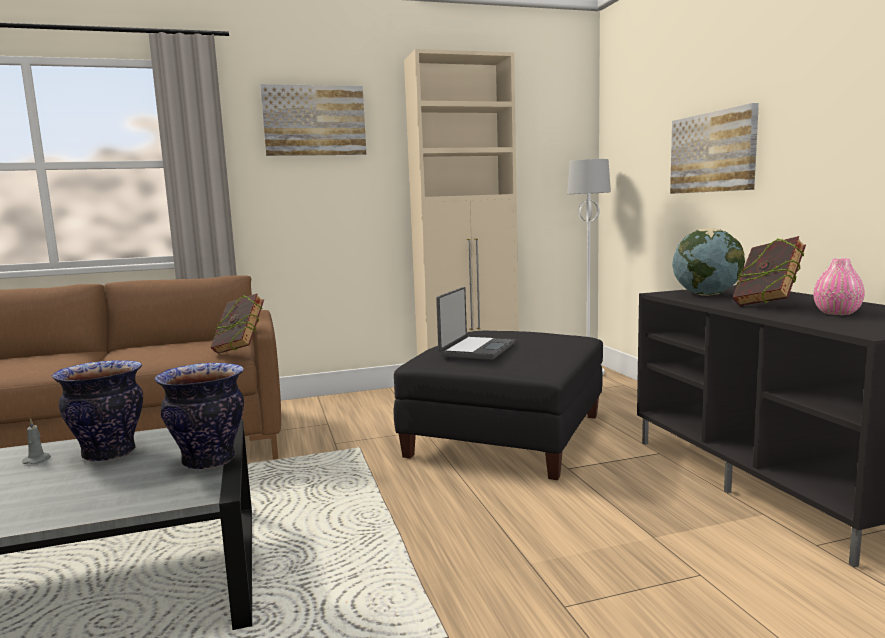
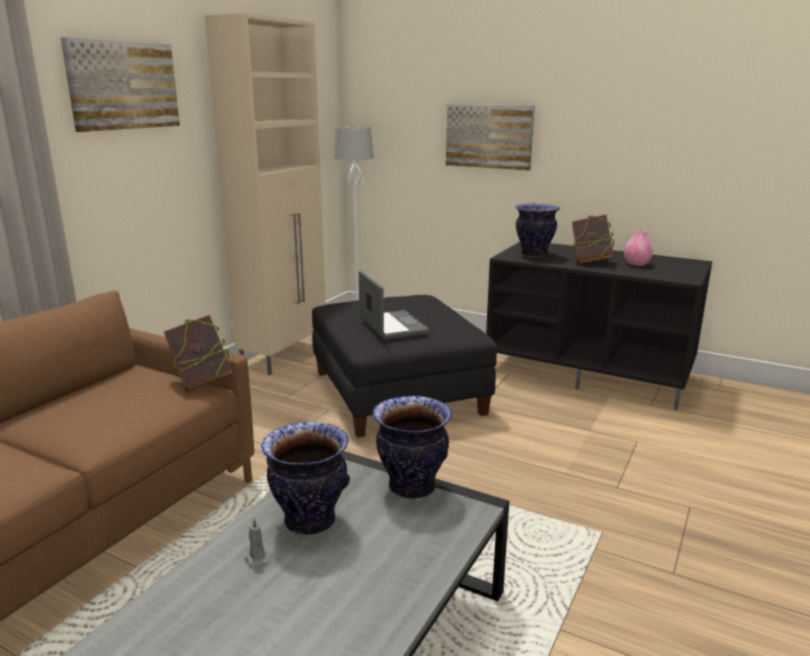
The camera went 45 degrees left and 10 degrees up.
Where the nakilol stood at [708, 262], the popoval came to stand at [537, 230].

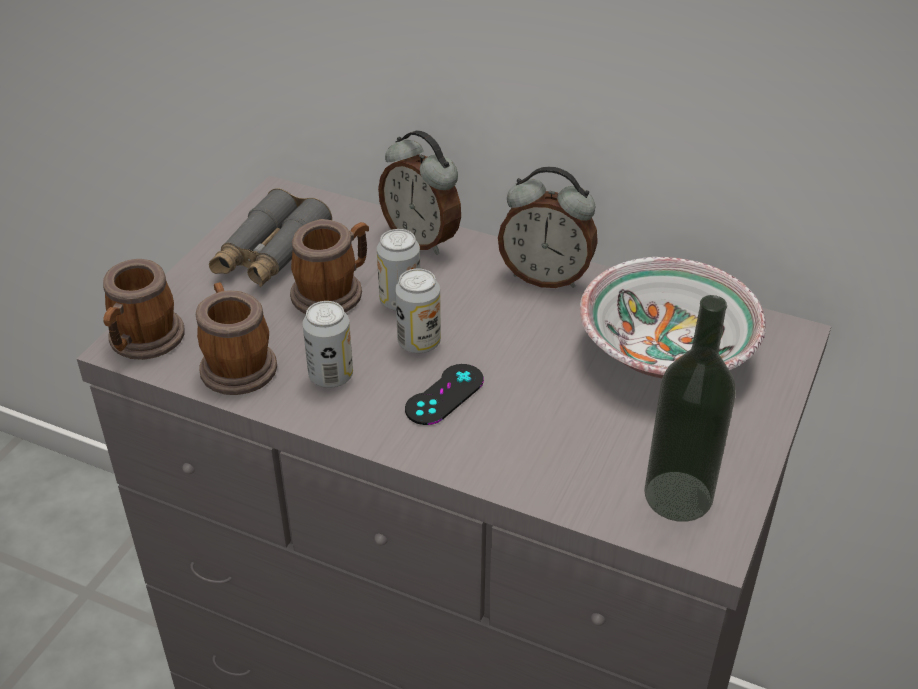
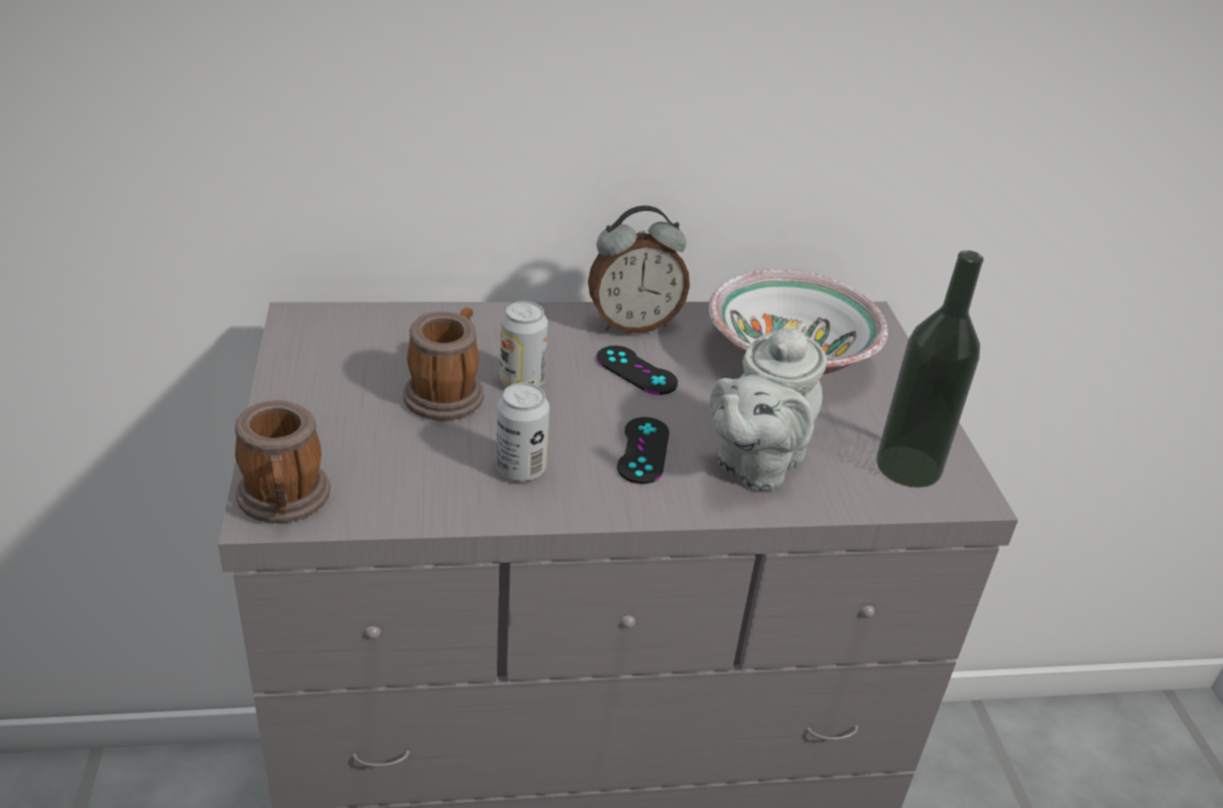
The camera went 35 degrees left and 5 degrees down.
The second view lost the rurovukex at [236, 338].
The second view lost the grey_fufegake at [270, 237].
The second view lost the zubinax at [419, 192].
The second view lost the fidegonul at [418, 311].
The second view gained the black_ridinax at [637, 370].
The second view gained the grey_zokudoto at [768, 406].

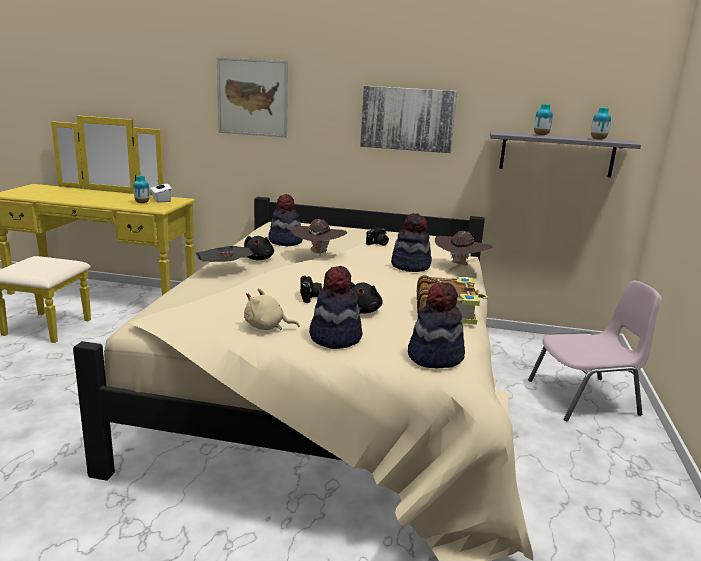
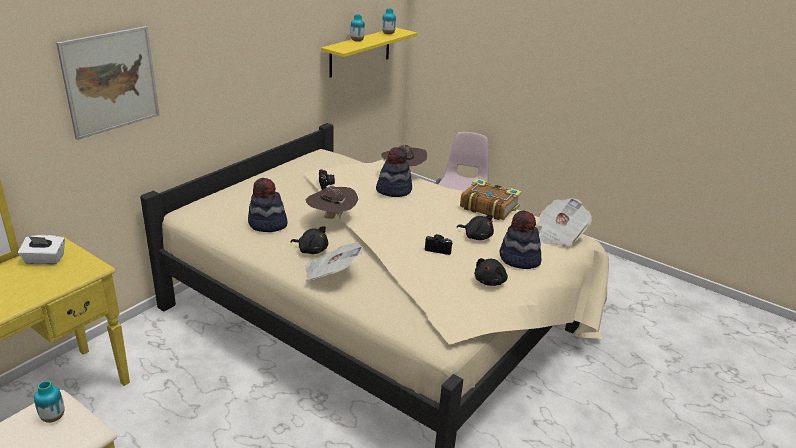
The camera went 65 degrees left and 10 degrees up.
The second view lost the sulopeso at [408, 119].
The popoval ended up elsewhere, having gone from [141, 189] to [49, 402].
Where the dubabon stood at [436, 325], the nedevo came to stand at [564, 222].
What was the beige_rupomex at [272, 309] turned into the black_rupomex at [491, 272].
What was the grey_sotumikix at [565, 154] turned into the yellow_sotumikix at [369, 53].

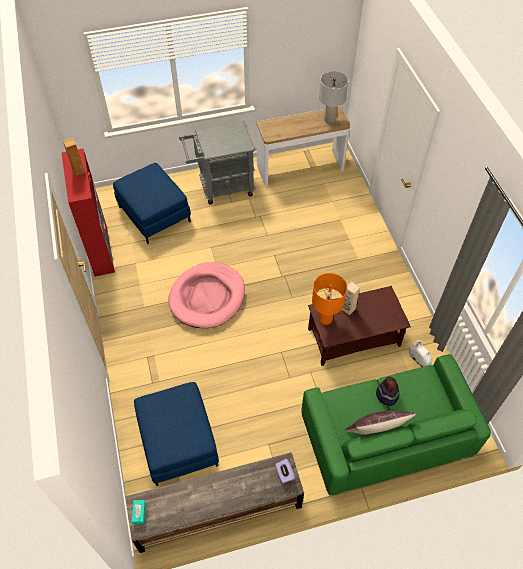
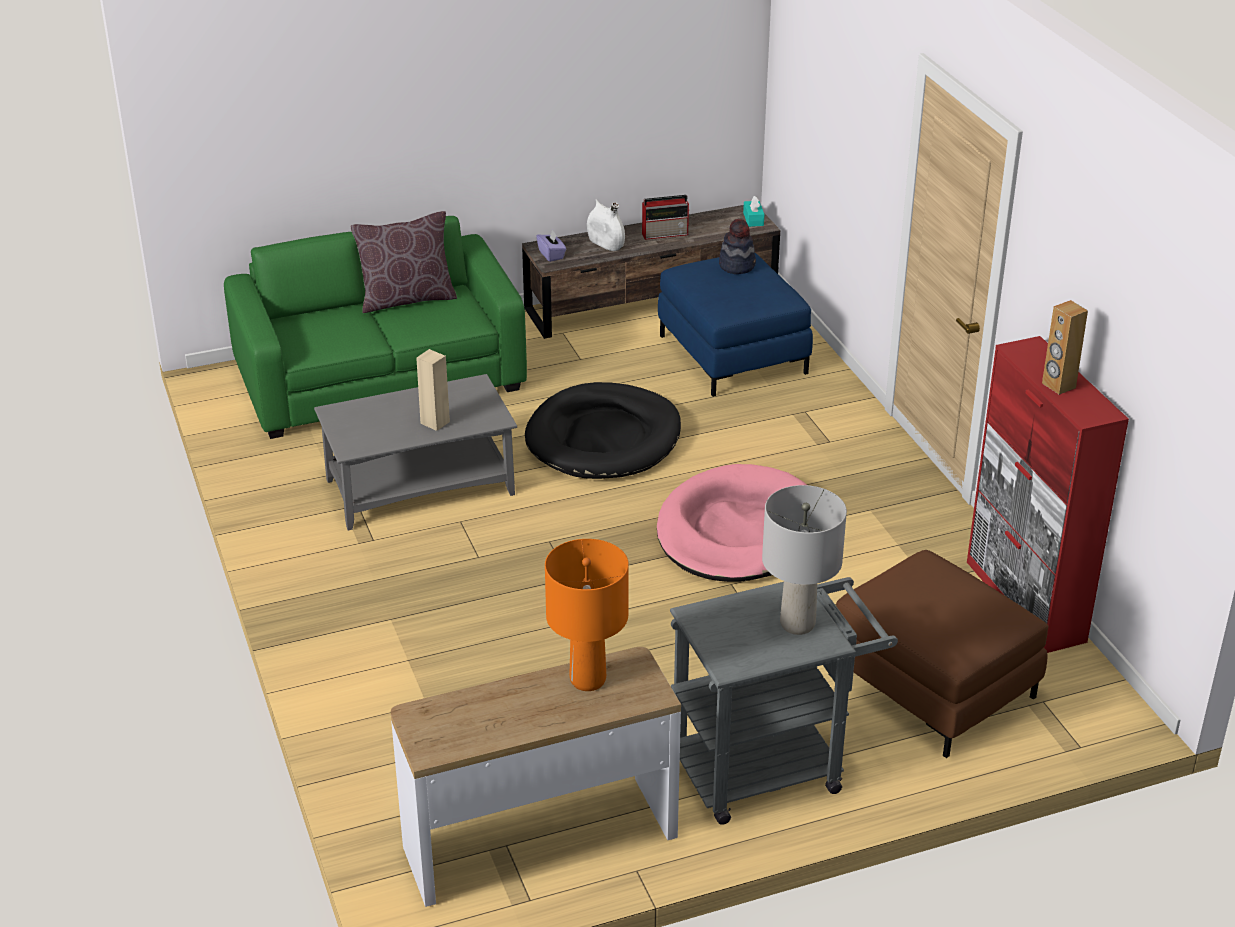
The camera went 175 degrees right and 20 degrees down.
The second view gained the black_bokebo at [603, 430].
The second view gained the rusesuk at [666, 217].
The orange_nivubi ended up elsewhere, having gone from [329, 299] to [587, 615].
The grey_nivubi ended up elsewhere, having gone from [333, 97] to [804, 560].
The dubabon ended up elsewhere, having gone from [387, 391] to [737, 246].
The white_popoval ended up elsewhere, having gone from [420, 353] to [606, 225].
What was the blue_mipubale at [152, 203] turned into the brown_mipubale at [938, 654].
What was the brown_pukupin at [359, 326] turned into the grey_pukupin at [415, 452].

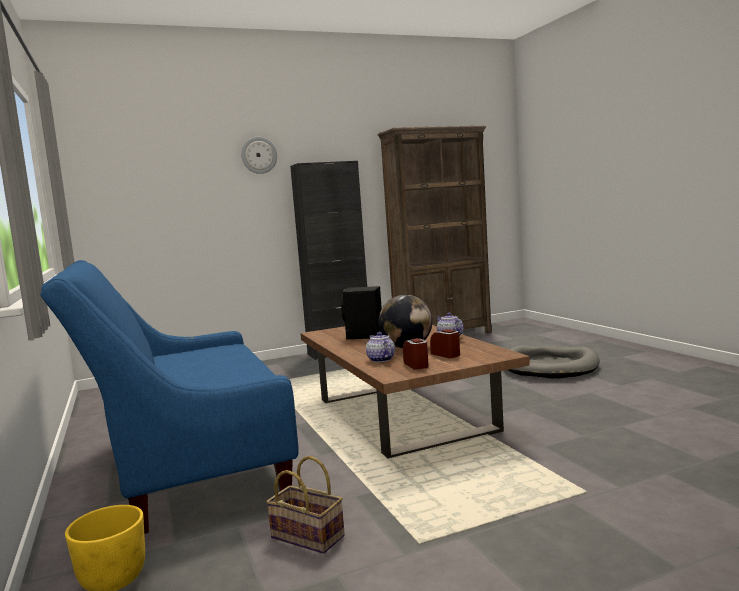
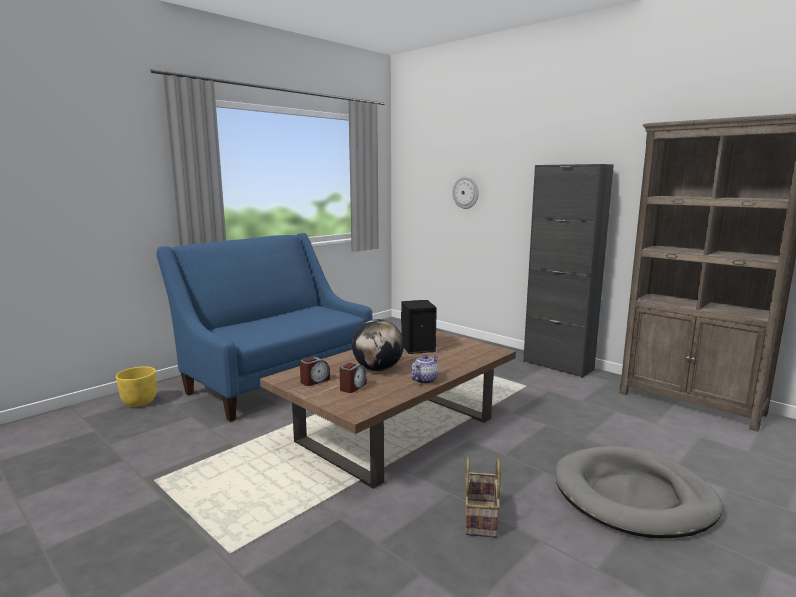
The camera went 65 degrees right and 5 degrees up.
The second view lost the zokudoto at [380, 347].
The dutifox ended up elsewhere, having gone from [259, 155] to [466, 192].
The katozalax ended up elsewhere, having gone from [305, 505] to [482, 497].

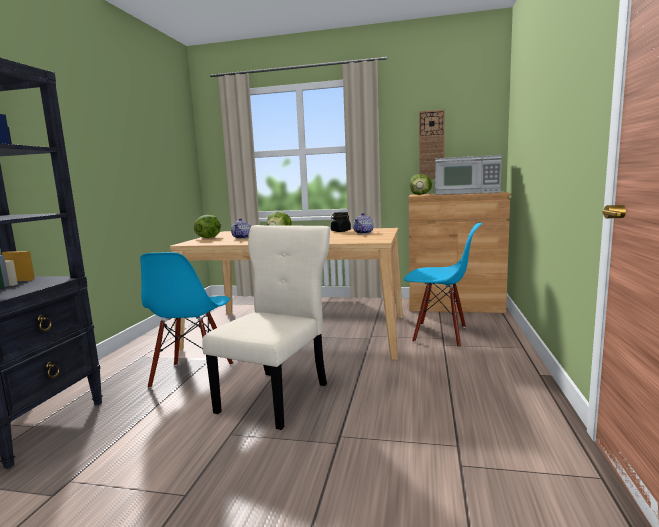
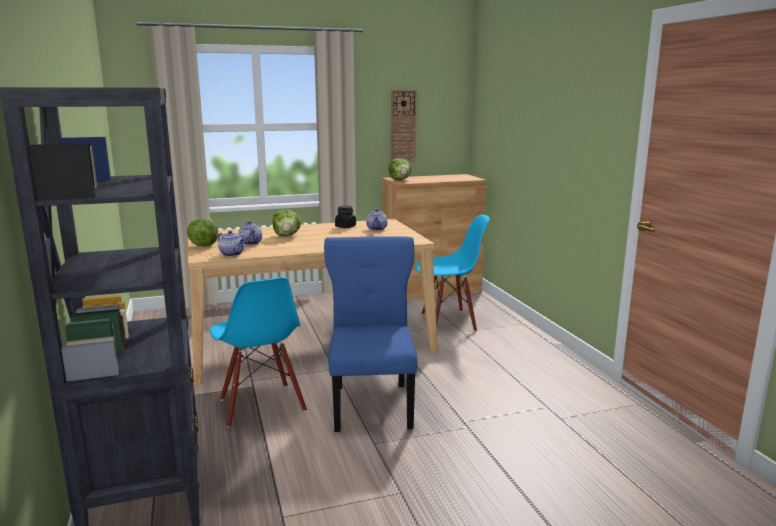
The camera went 30 degrees left and 5 degrees up.
The second view lost the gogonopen at [468, 175].
The second view gained the zokudoto at [231, 243].
What was the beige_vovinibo at [266, 327] turned into the blue_vovinibo at [371, 334].

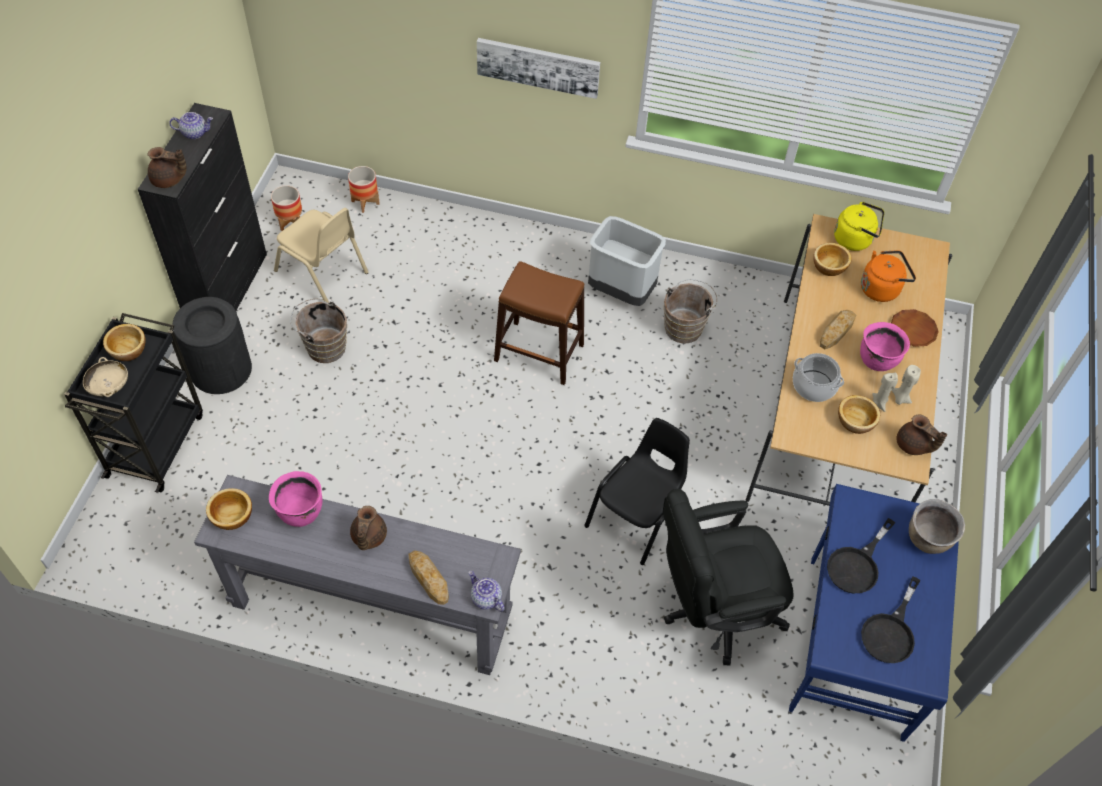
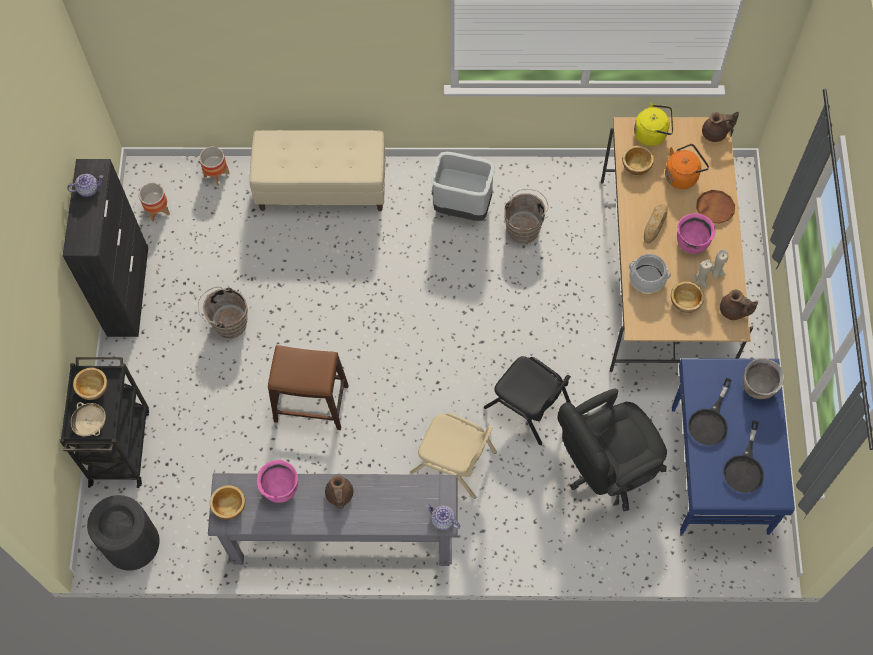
The camera went 10 degrees left and 10 degrees up.
The second view lost the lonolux at [429, 577].
The second view lost the sulopeso at [538, 68].
The second view gained the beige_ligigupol at [318, 170].
The brown_zokudoto ended up elsewhere, having gone from [166, 167] to [720, 127].
The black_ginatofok ended up elsewhere, having gone from [212, 345] to [123, 532].
The beige_vovinibo ended up elsewhere, having gone from [321, 255] to [453, 456].
The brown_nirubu ended up elsewhere, having gone from [539, 323] to [308, 387].
The black_vovinibo at [637, 491] ended up facing another way, 105 degrees clockwise from before.

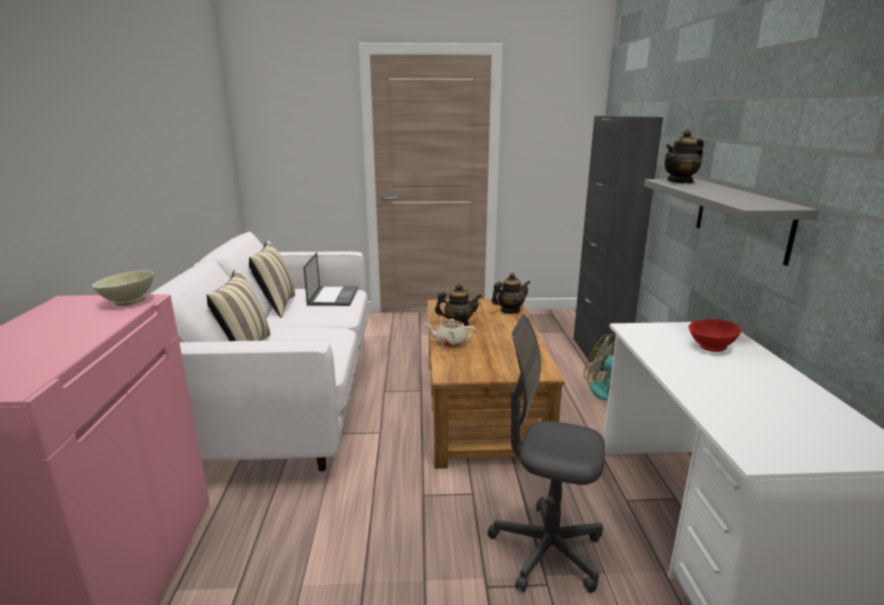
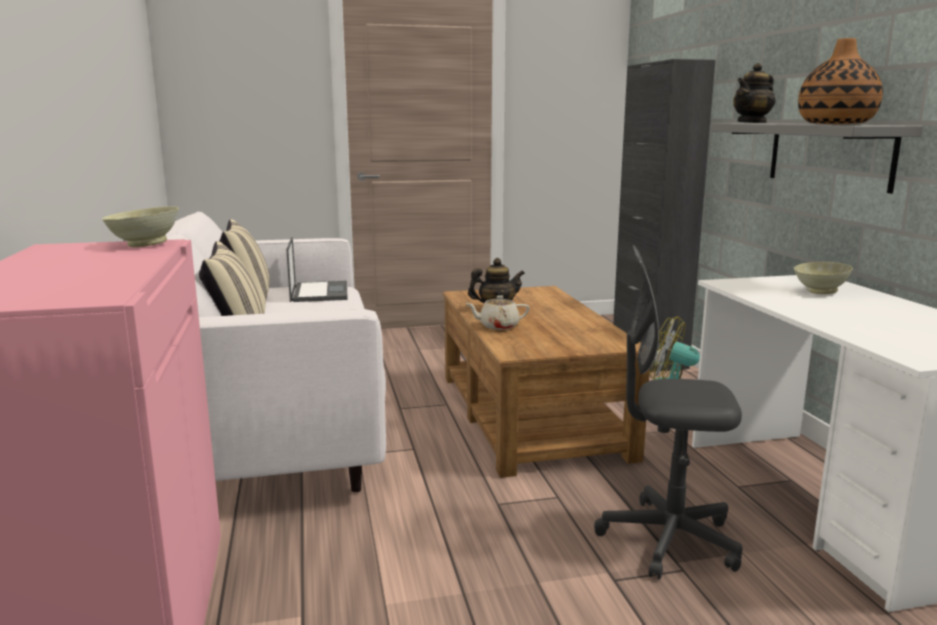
The camera went 10 degrees left and 5 degrees down.
The second view lost the zokudoto at [510, 293].
The second view gained the popoval at [840, 81].
What was the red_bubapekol at [715, 335] turned into the beige_bubapekol at [823, 278].

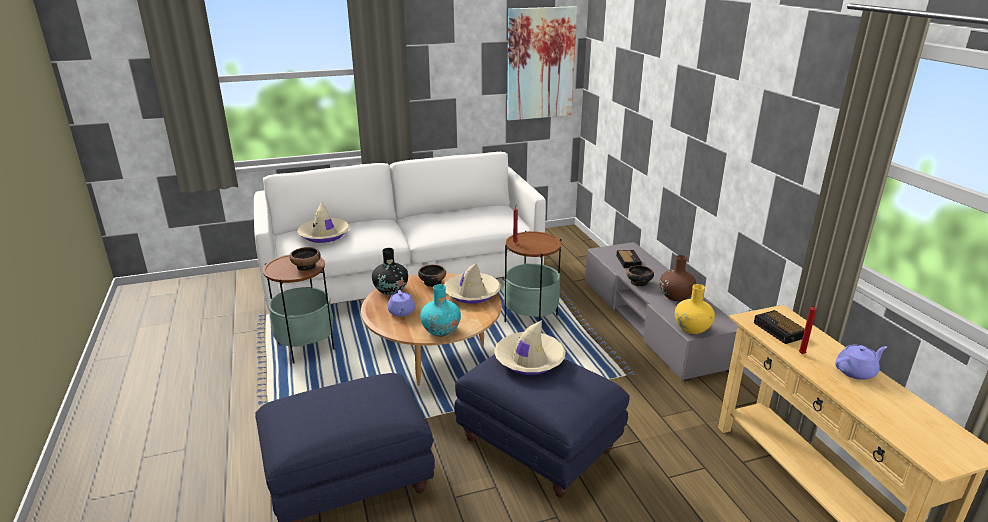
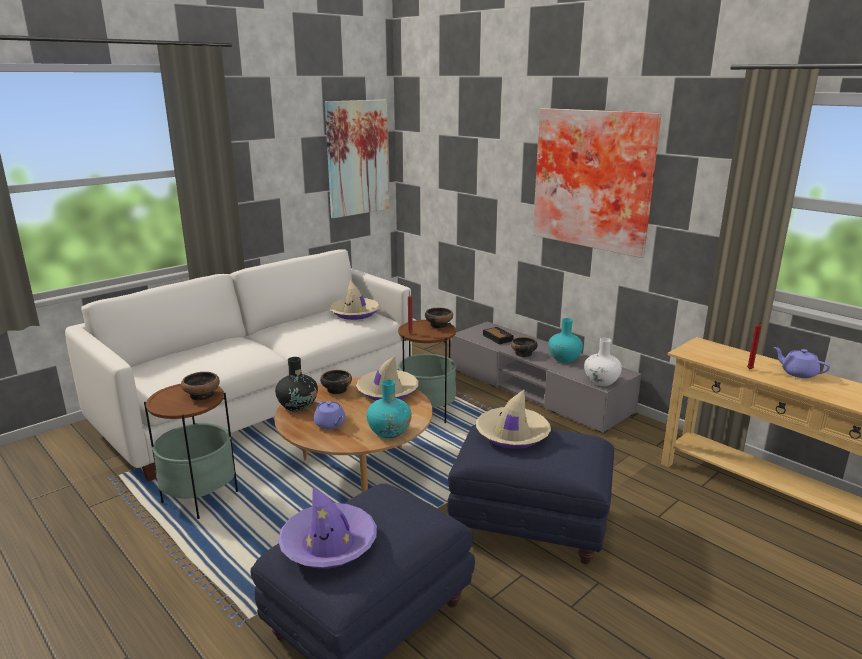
The camera went 25 degrees left and 5 degrees down.
The second view lost the zubinax at [779, 327].
The second view gained the purple_dubabon at [327, 528].
The second view gained the bubapekol at [439, 318].
The second view gained the sulopeso at [597, 183].
The beige_dubabon ended up elsewhere, having gone from [323, 222] to [354, 300].
What was the brown_popoval at [678, 278] turned into the turquoise_popoval at [565, 340].
What was the yellow_popoval at [695, 309] turned into the white_popoval at [603, 362].
The purple_zokudoto at [861, 362] ended up facing another way, 90 degrees counterclockwise from before.

